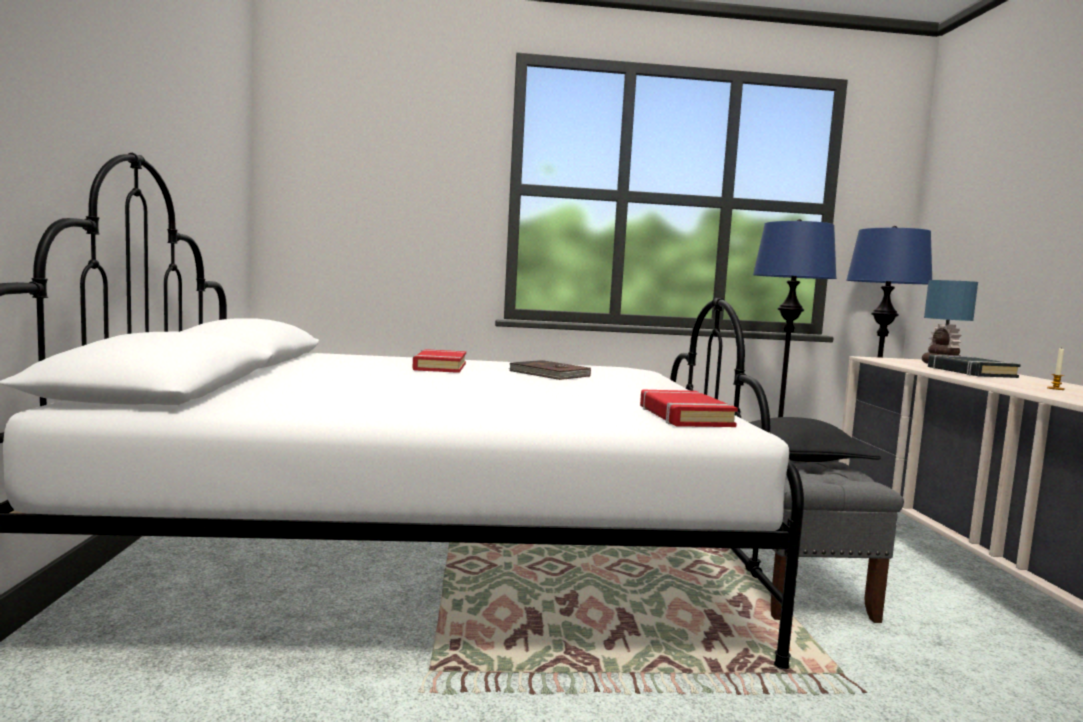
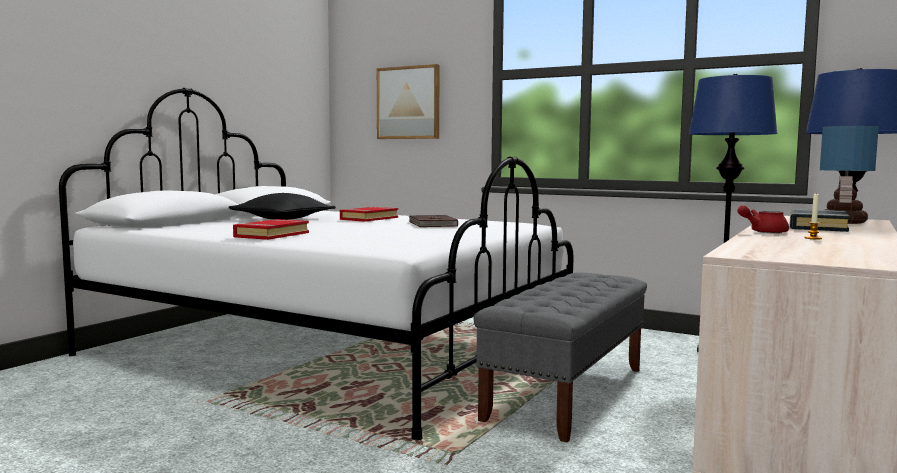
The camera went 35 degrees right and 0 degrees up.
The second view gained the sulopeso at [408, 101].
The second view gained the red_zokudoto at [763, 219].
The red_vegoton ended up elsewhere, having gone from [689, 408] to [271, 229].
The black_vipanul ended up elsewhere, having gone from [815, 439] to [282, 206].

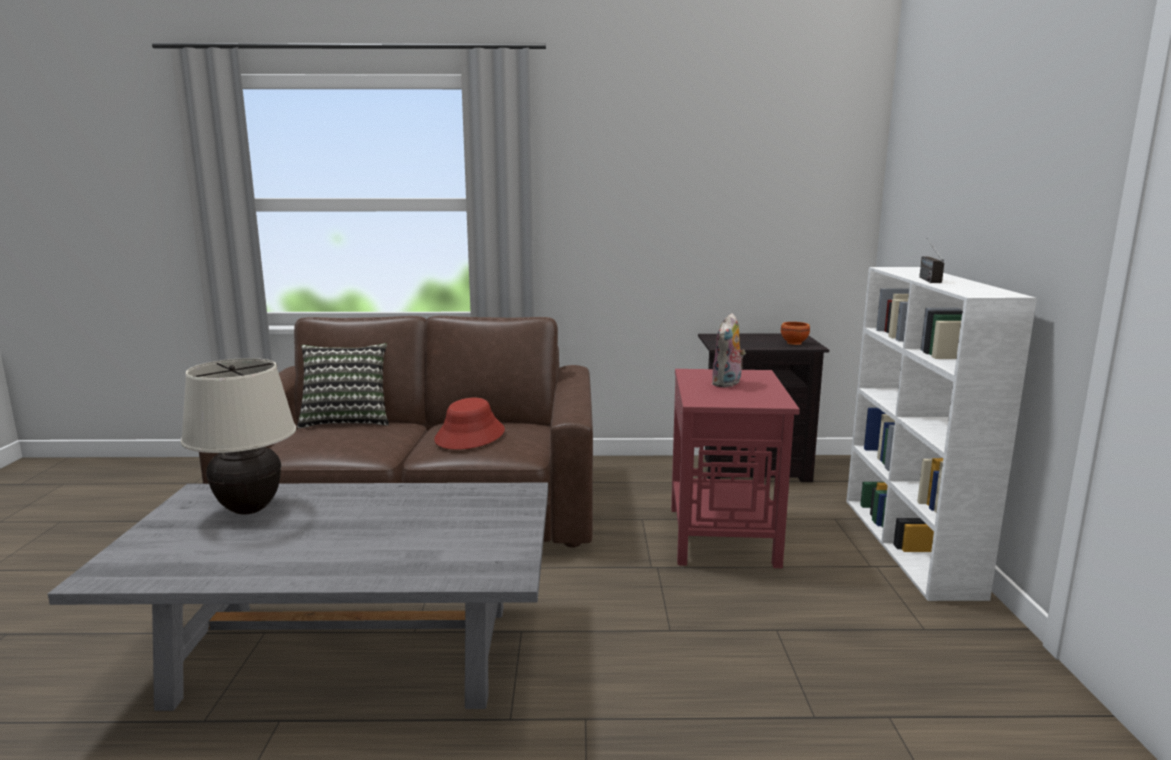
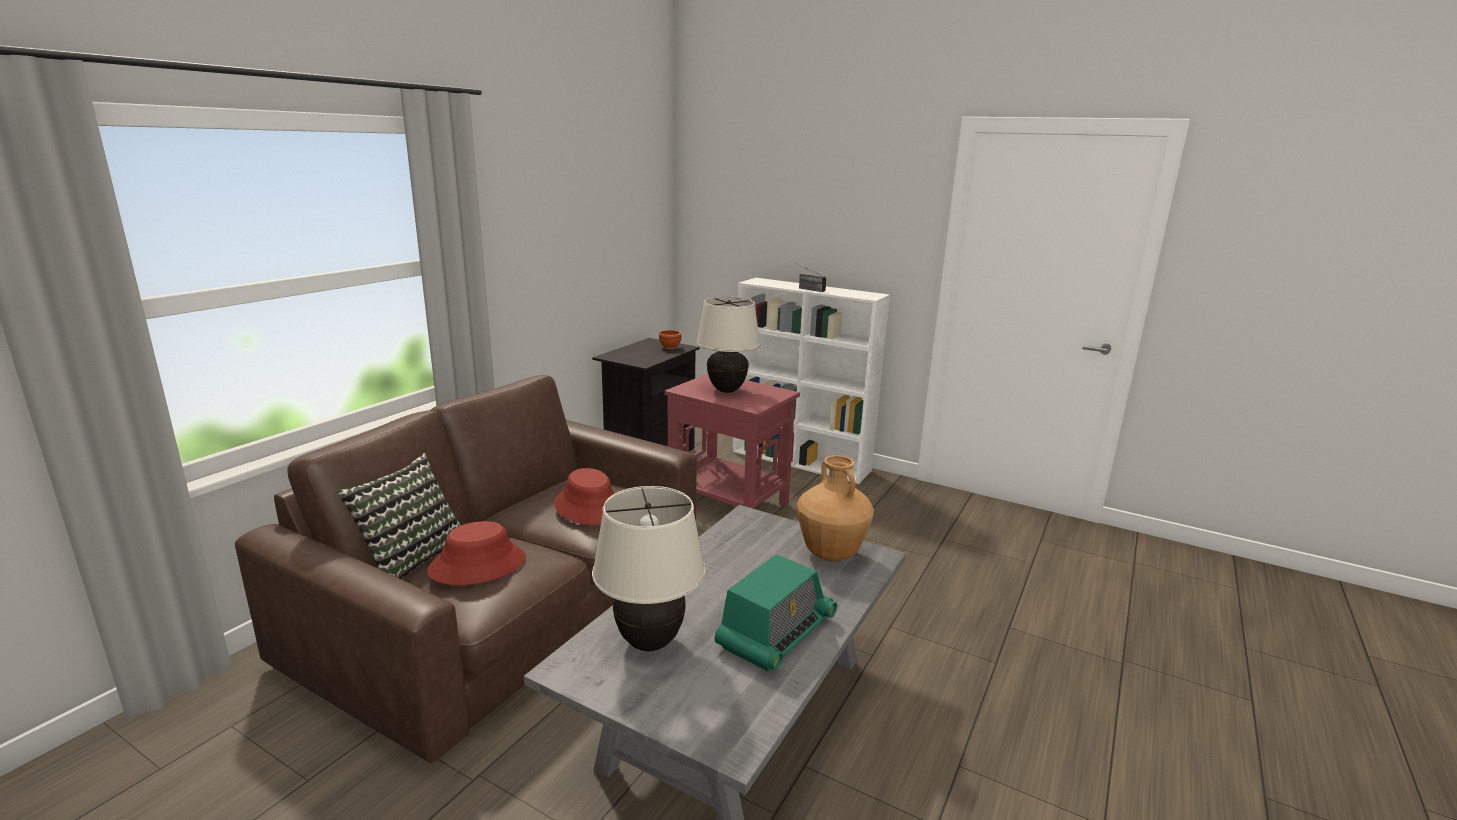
The camera went 60 degrees left and 5 degrees up.
The second view gained the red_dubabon at [476, 553].
The second view gained the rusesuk at [776, 612].
The second view gained the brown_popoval at [835, 508].
Where the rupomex stood at [729, 350], the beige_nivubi came to stand at [728, 345].

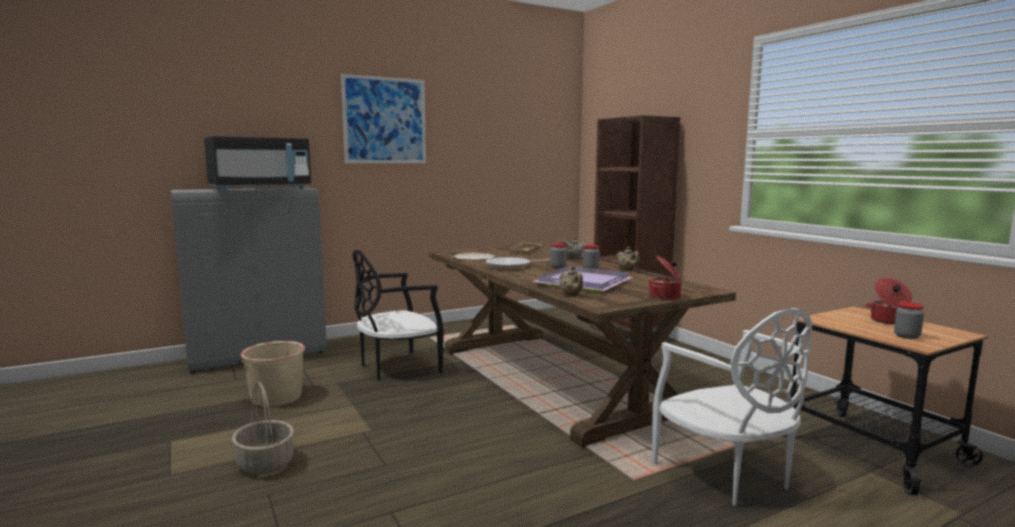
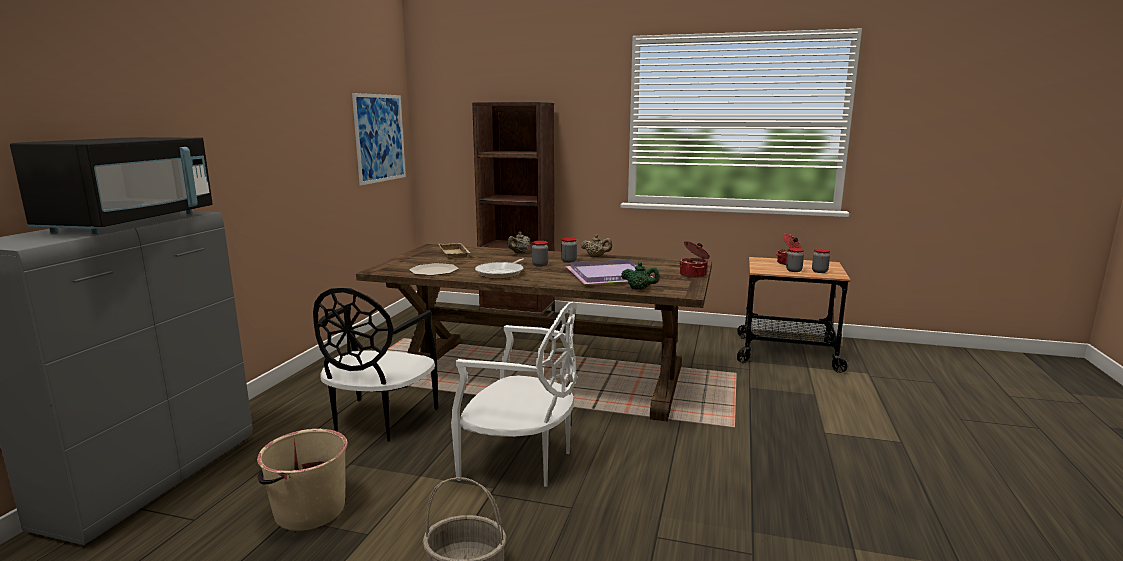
The camera went 45 degrees left and 5 degrees up.
The second view gained the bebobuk at [795, 260].
The sulopeso ended up elsewhere, having gone from [383, 118] to [379, 139].
The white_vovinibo ended up elsewhere, having gone from [732, 407] to [514, 394].
What was the beige_zokudoto at [571, 280] turned into the green_zokudoto at [640, 276].

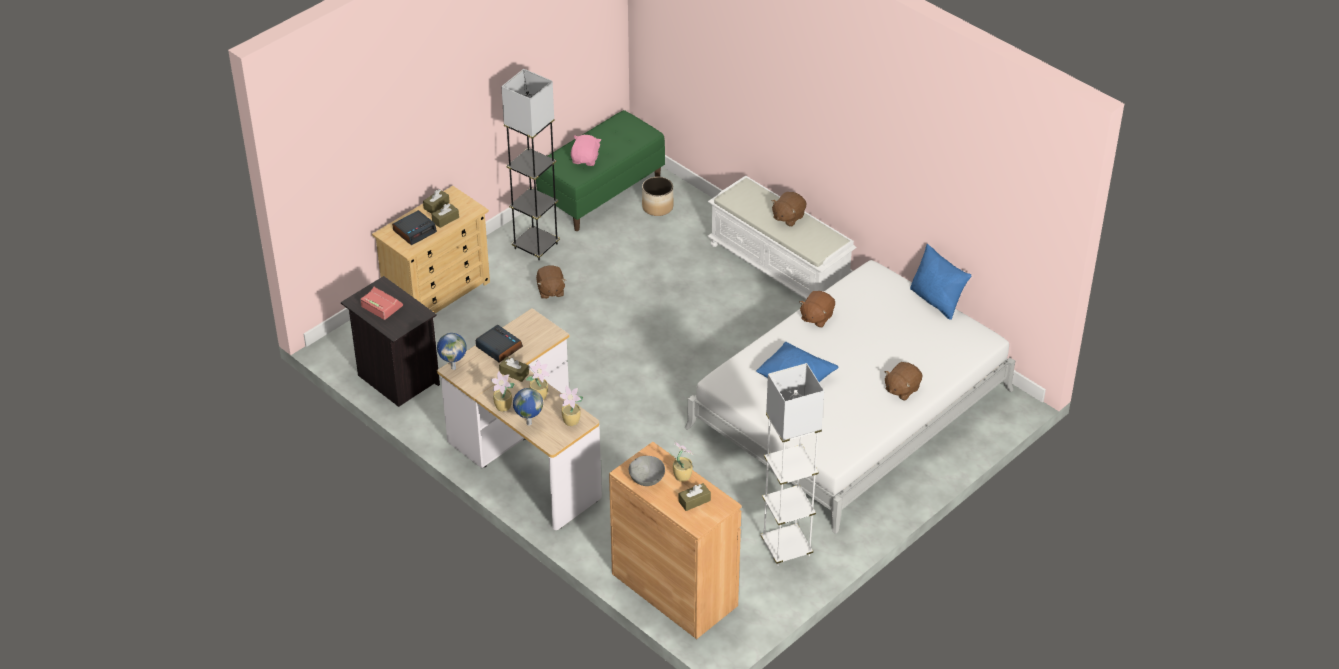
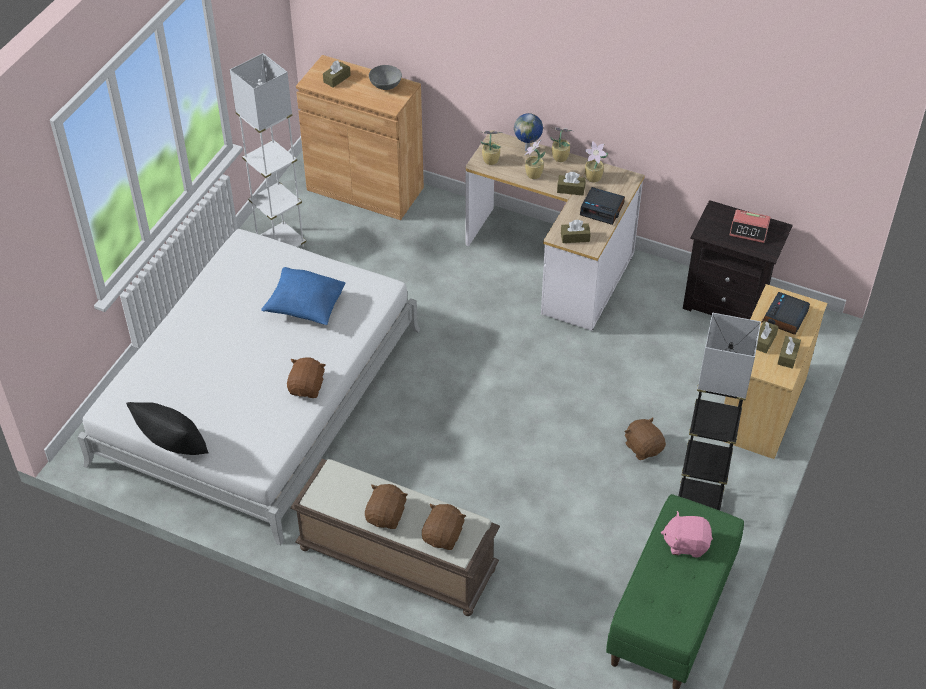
The camera went 160 degrees right and 5 degrees up.
The second view lost the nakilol at [452, 351].
The second view lost the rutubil at [657, 196].
The second view gained the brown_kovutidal at [576, 231].
The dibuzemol ended up elsewhere, having gone from [681, 462] to [596, 161].
The brown_rupomex ended up elsewhere, having gone from [904, 381] to [444, 526].
What was the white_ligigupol at [782, 237] turned into the brown_ligigupol at [395, 537].
What was the blue_vipanul at [940, 282] turned into the black_vipanul at [167, 428].
The pink_rupomex at [586, 150] ended up facing another way, 105 degrees clockwise from before.

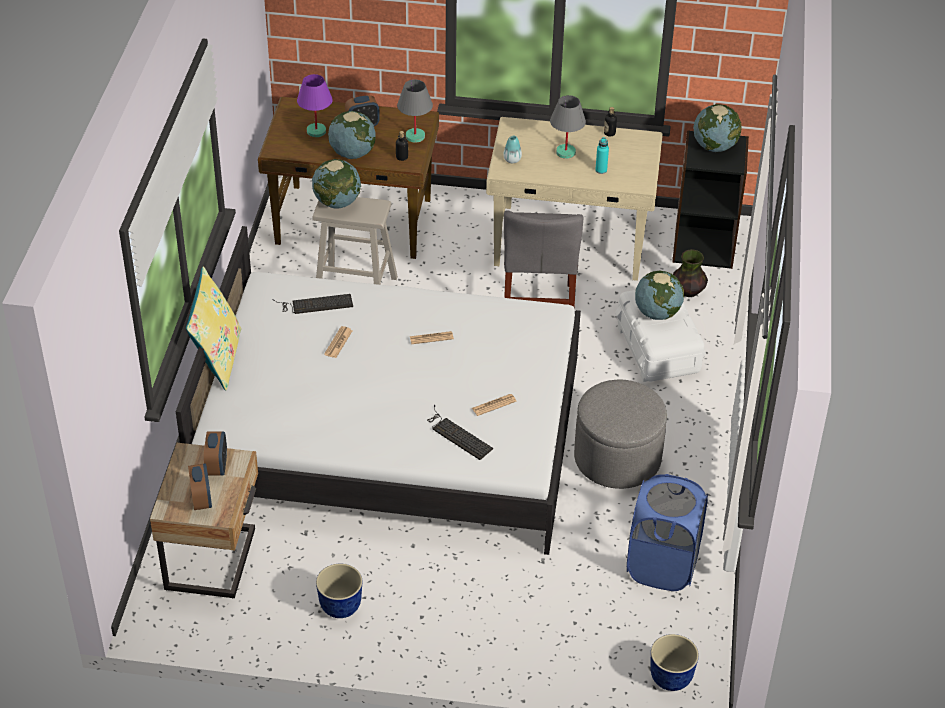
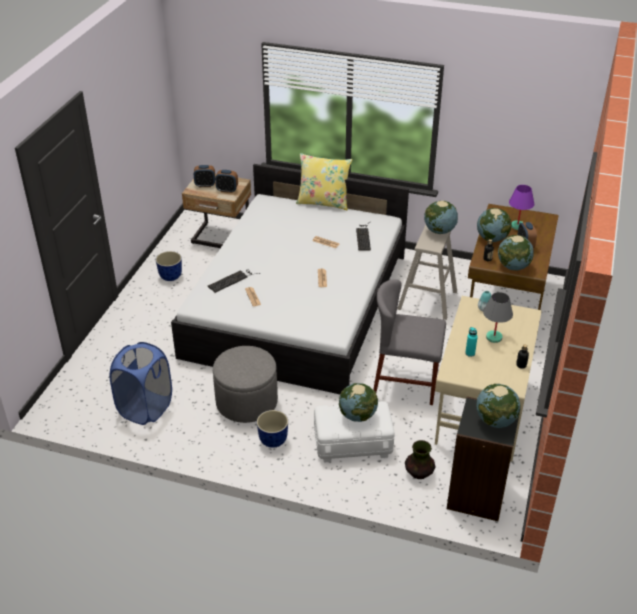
The camera went 100 degrees right and 5 degrees down.
The rutubil ended up elsewhere, having gone from [674, 662] to [272, 429].
Where the grey_nivubi stood at [415, 111], the nakilol came to stand at [516, 253].

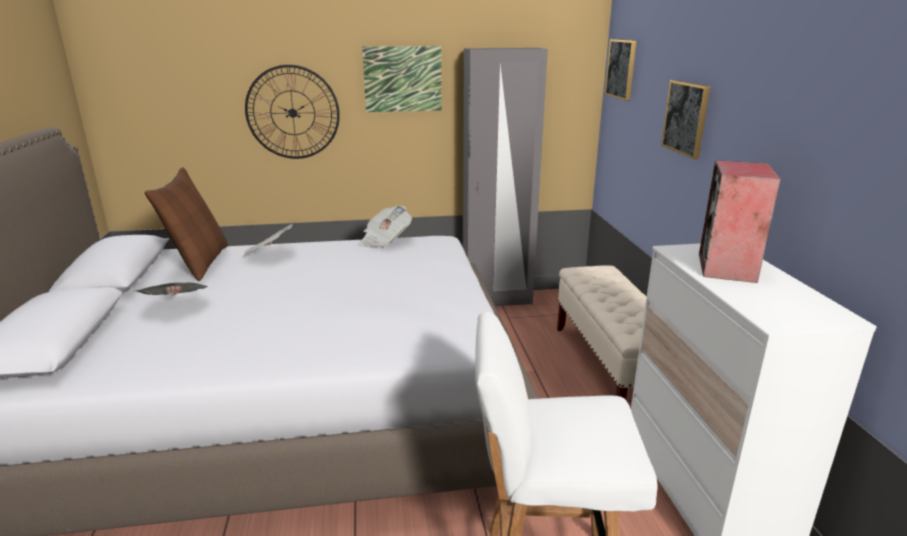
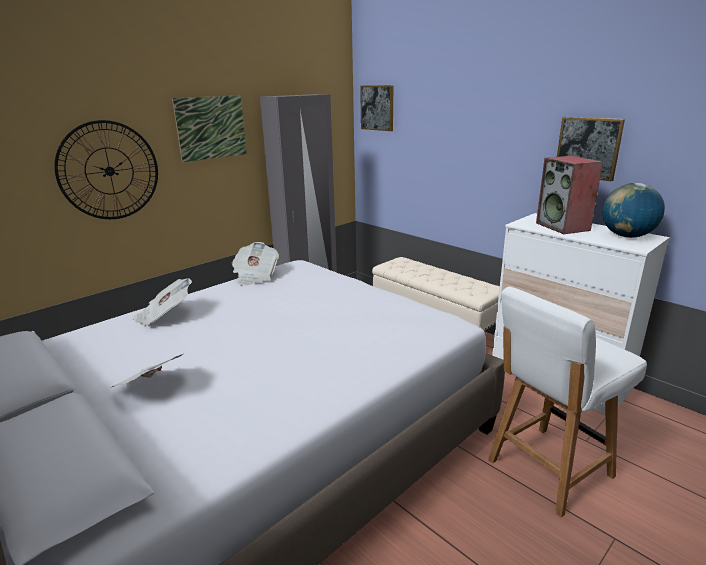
The camera went 35 degrees left and 0 degrees up.
The second view lost the brown_vipanul at [186, 224].
The second view gained the nakilol at [633, 210].
The sulopeso ended up elsewhere, having gone from [685, 119] to [591, 149].

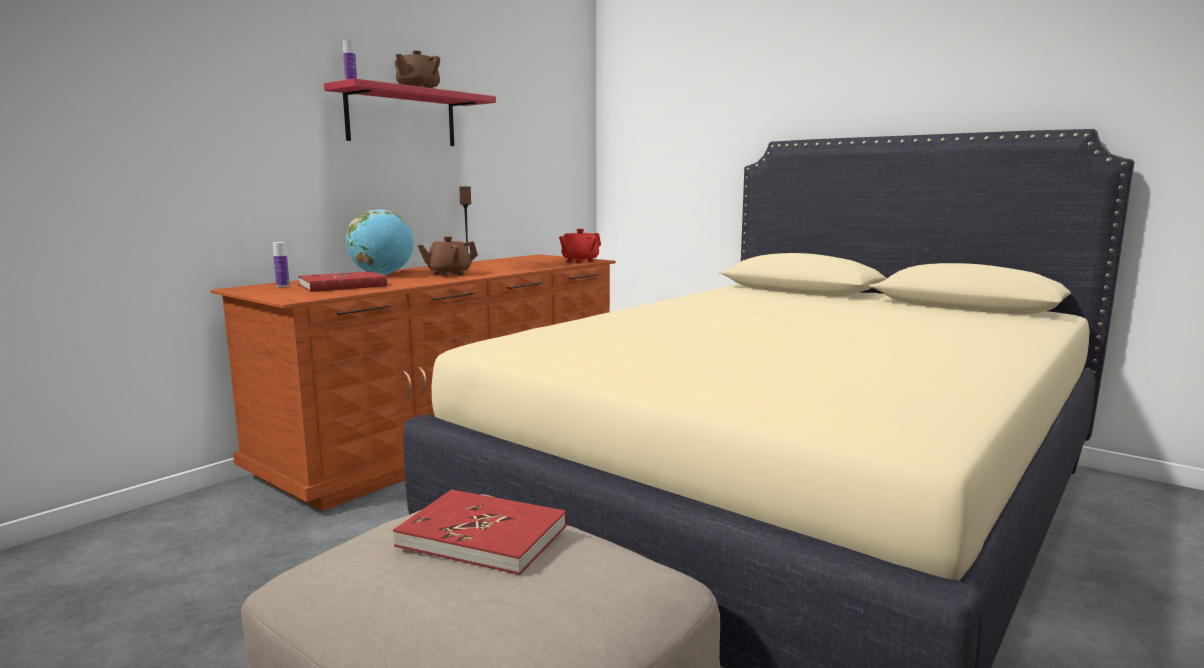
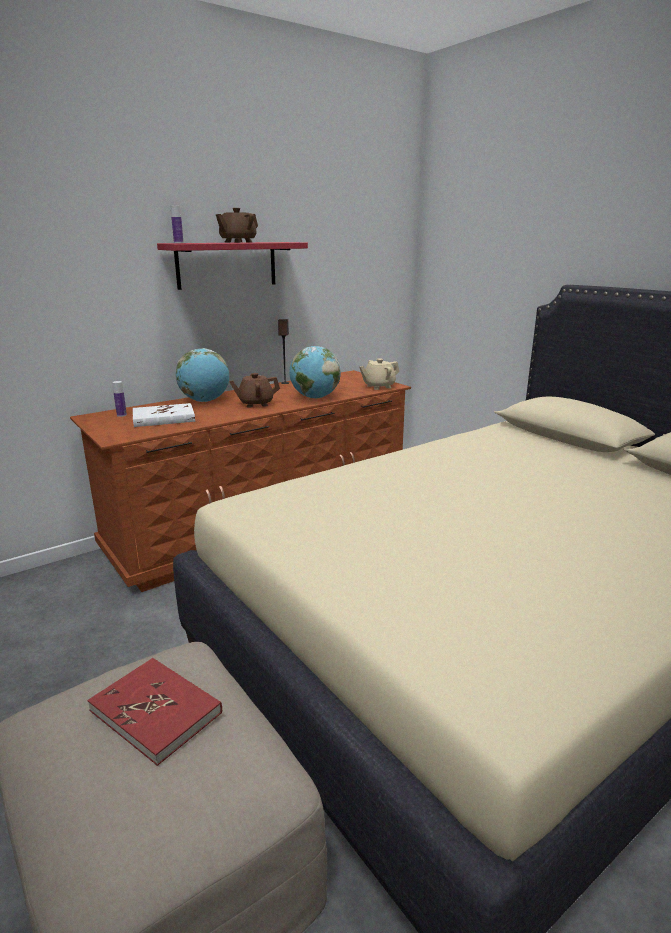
The camera went 15 degrees right and 10 degrees up.
The second view gained the nakilol at [315, 372].
What was the red_vegoton at [343, 281] turned into the white_vegoton at [164, 415].
What was the red_zokudoto at [580, 246] turned into the beige_zokudoto at [379, 374].

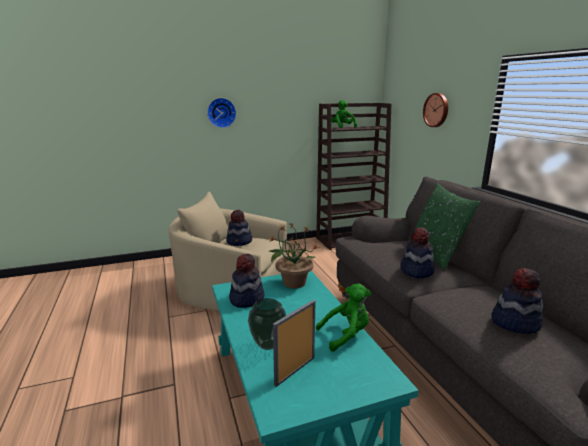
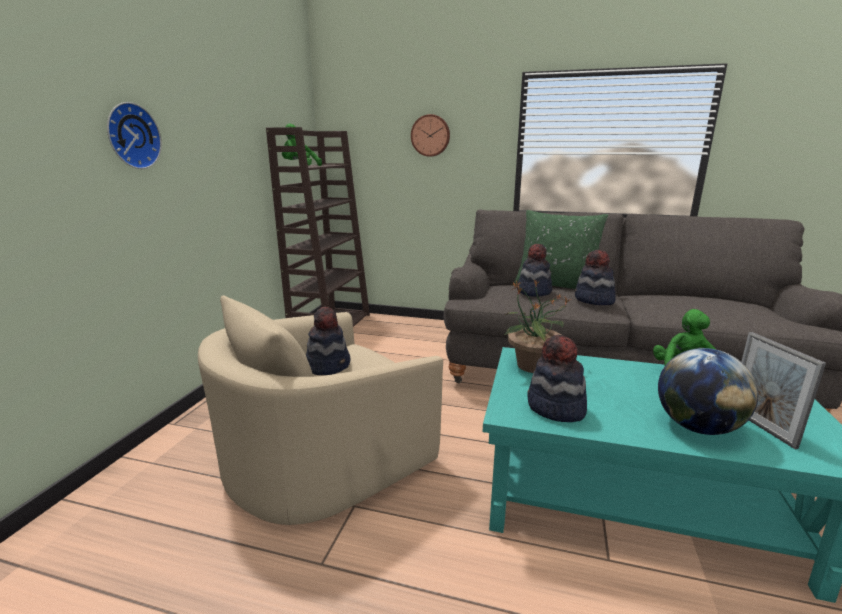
The camera went 55 degrees left and 0 degrees up.
The dubabon ended up elsewhere, having gone from [517, 301] to [534, 270].
Where the popoval stood at [267, 324], the nakilol came to stand at [708, 391].

